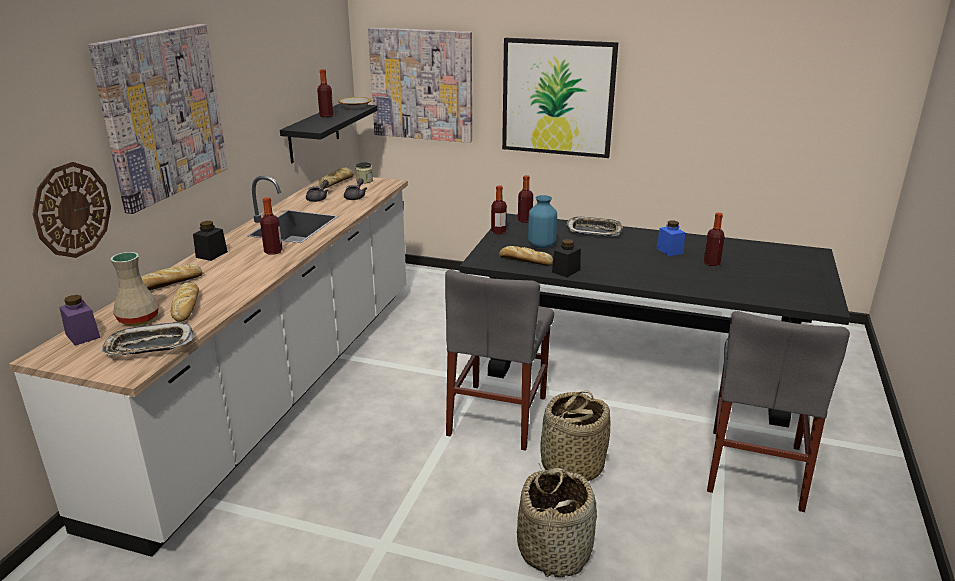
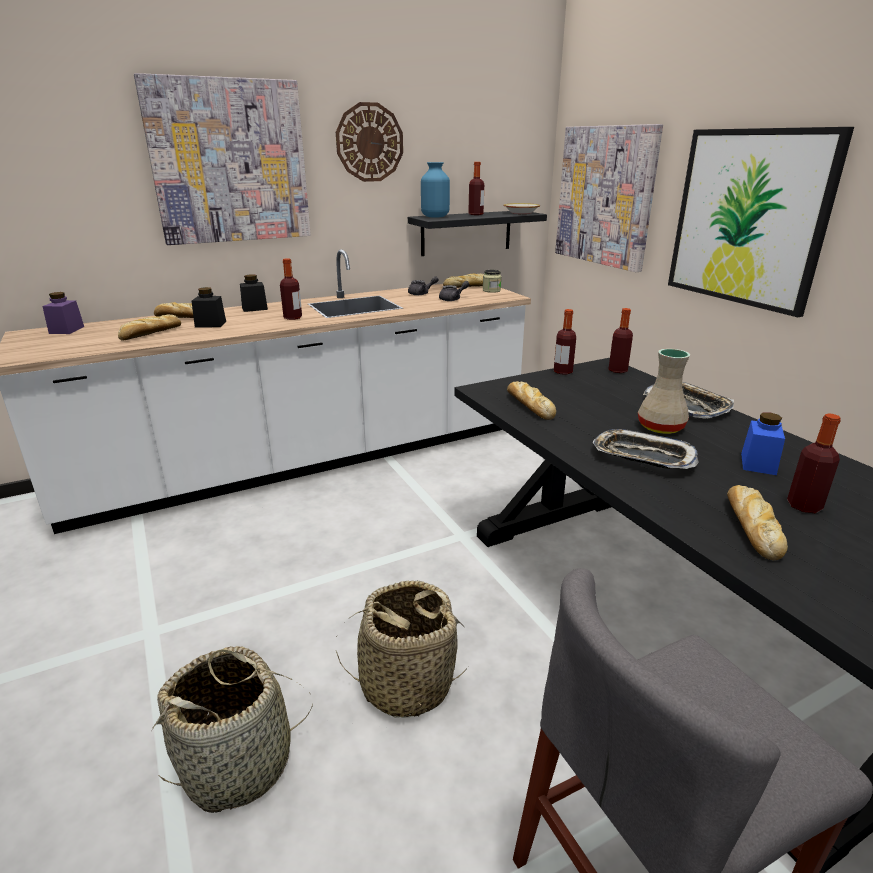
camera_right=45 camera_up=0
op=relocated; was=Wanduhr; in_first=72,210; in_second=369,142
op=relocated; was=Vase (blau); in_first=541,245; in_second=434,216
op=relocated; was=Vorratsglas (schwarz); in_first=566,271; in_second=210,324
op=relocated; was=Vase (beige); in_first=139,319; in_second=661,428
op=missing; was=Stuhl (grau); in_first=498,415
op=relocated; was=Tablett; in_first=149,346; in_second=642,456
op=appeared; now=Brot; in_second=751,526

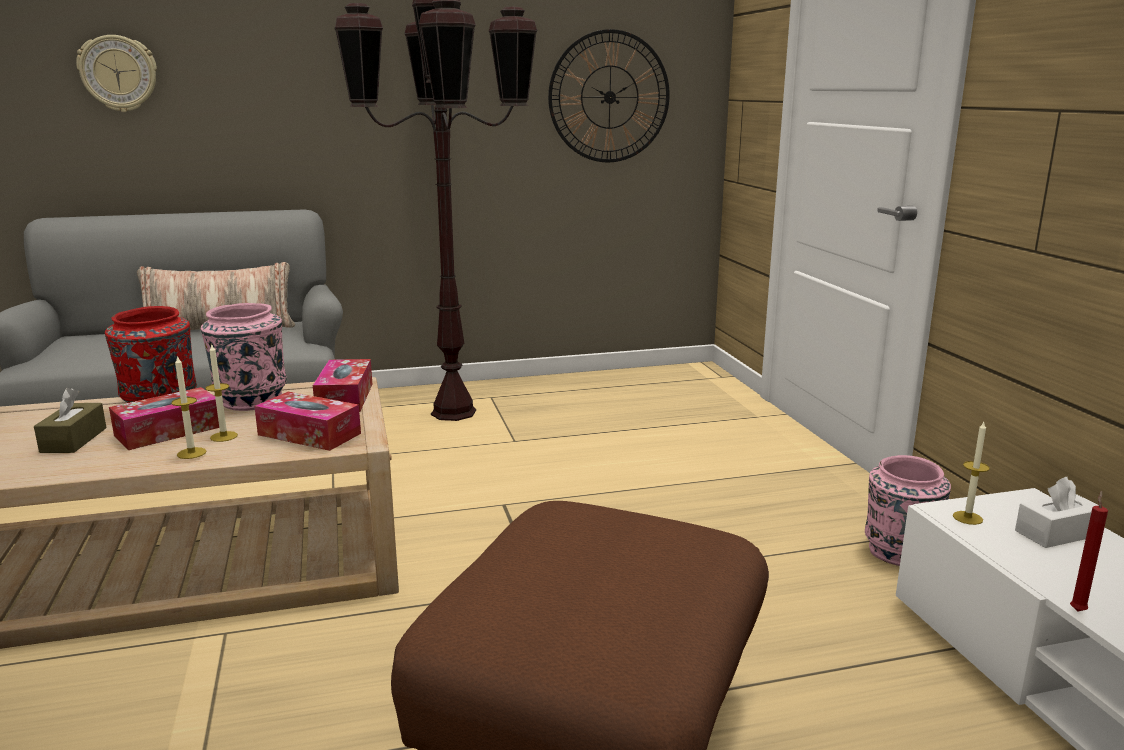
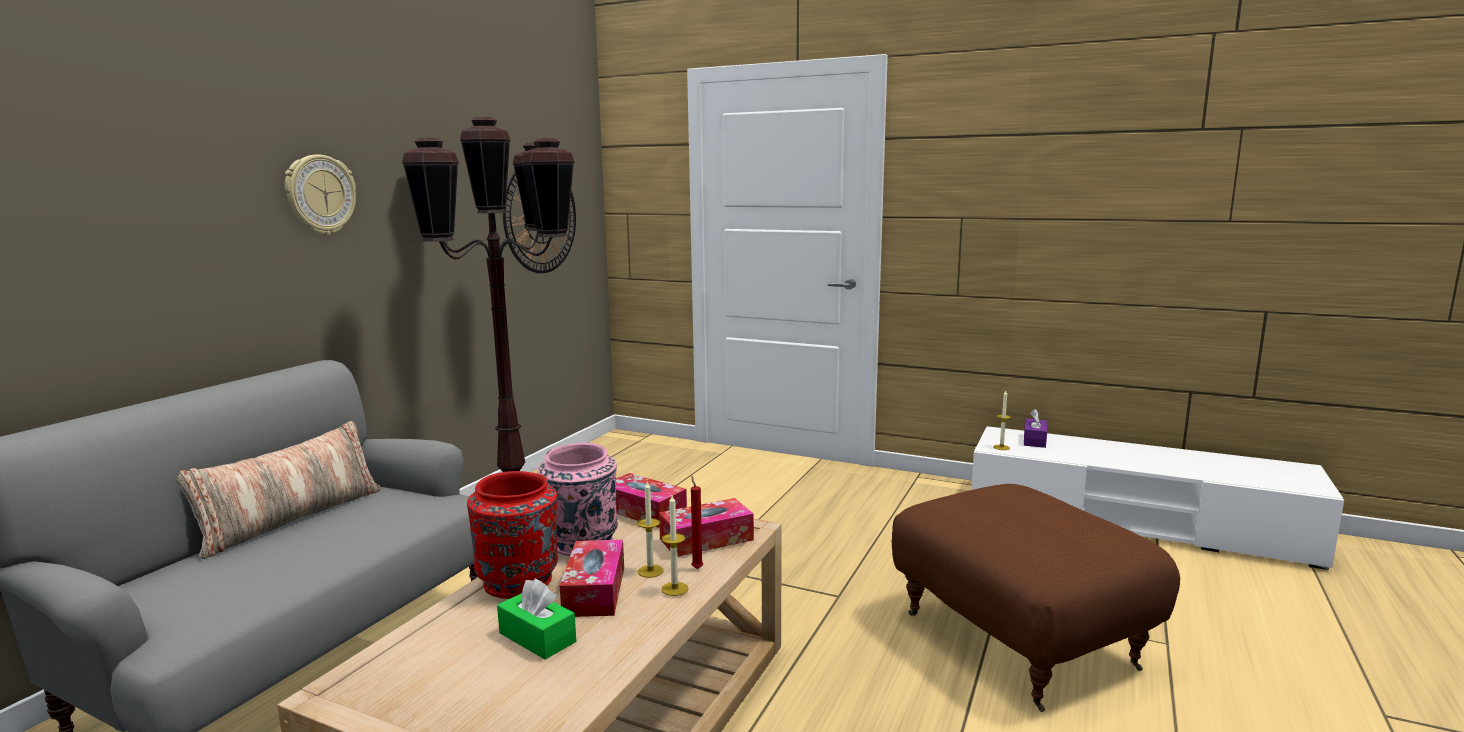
camera_right=-50 camera_up=-5
op=relocated; was=Wanduhr; in_first=118,73; in_second=320,195
op=colour; was=Taschentuchbox (braun); now=Taschentuchbox (grün); in_first=74,440; in_second=537,637
op=missing; was=Vase (rosa); in_first=899,553
op=colour; was=Taschentuchbox (weiß); now=Taschentuchbox (lila); in_first=1056,533; in_second=1034,440
op=relocated; was=Kerze (rot); in_first=1077,610; in_second=696,568

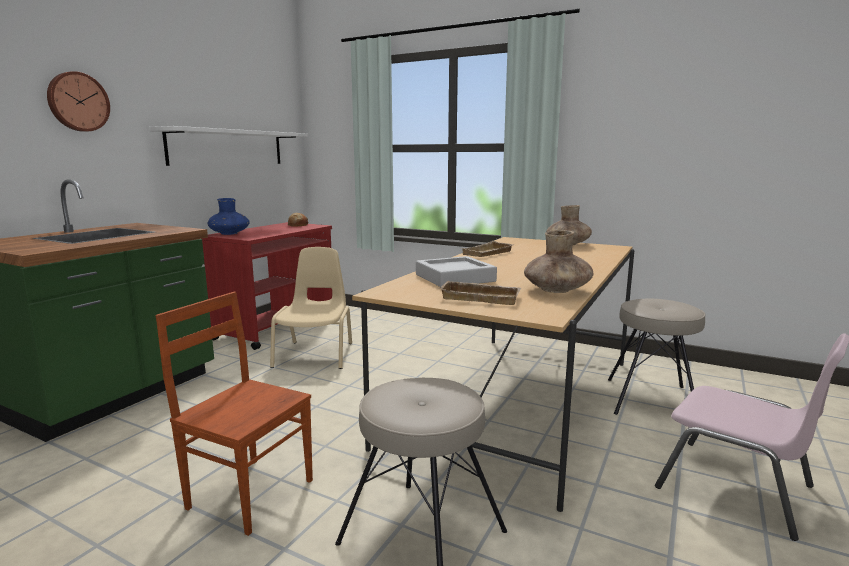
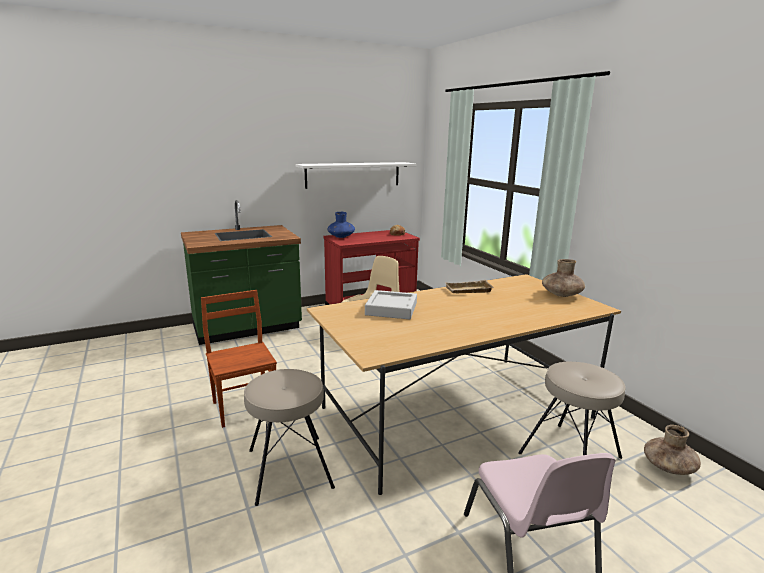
camera_right=35 camera_up=5
op=missing; was=Wanduhr; in_first=77,102
op=relocated; was=Vase (braun); in_first=557,290; in_second=668,467
op=missing; was=Tablett (beige); in_first=481,297

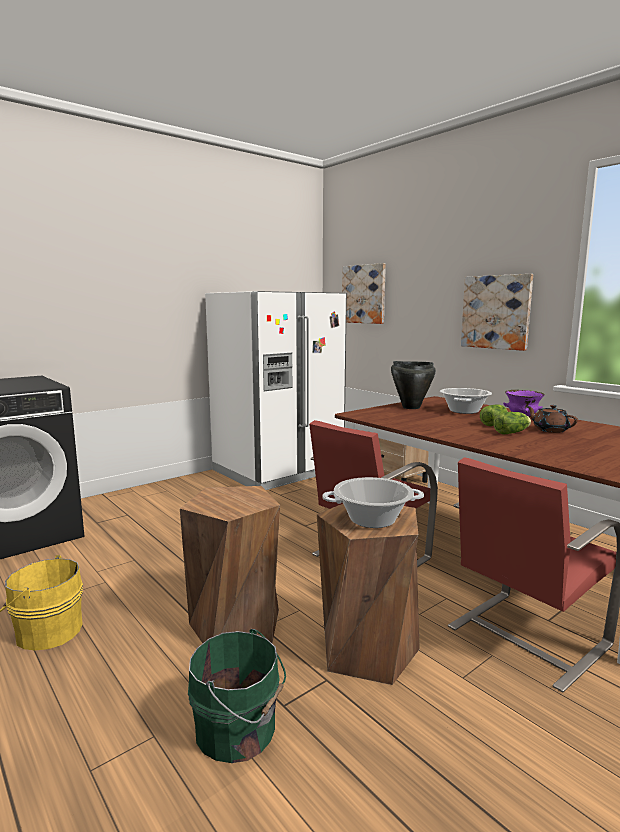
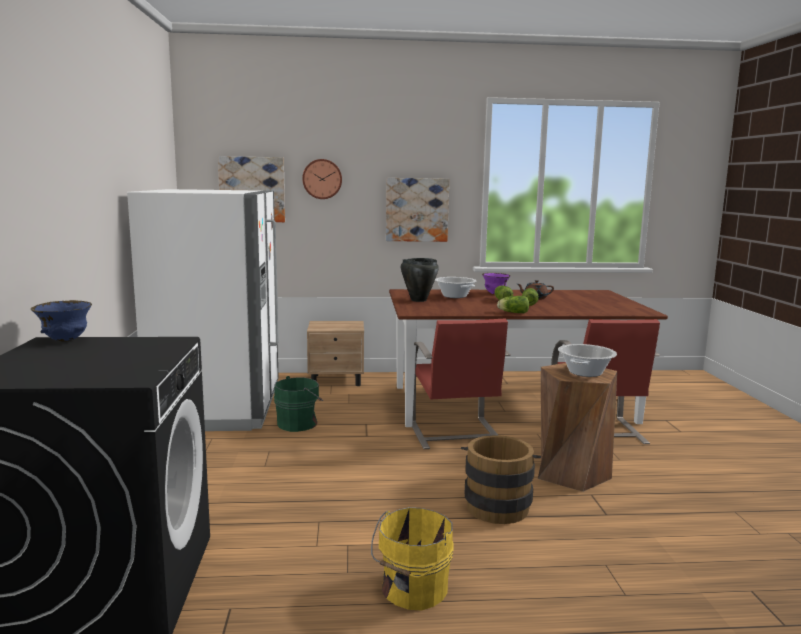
camera_right=-55 camera_up=0
op=exchanged; was=Hocker (braun); now=Eimer (braun); in_first=236,625; in_second=497,504
op=relocated; was=Eimer (grün); in_first=239,731; in_second=299,423
op=appeared; now=Wanduhr; in_second=322,179
op=appeared; now=Salatkopf; in_second=512,312
op=appeared; now=Schüssel (blau); in_second=65,340

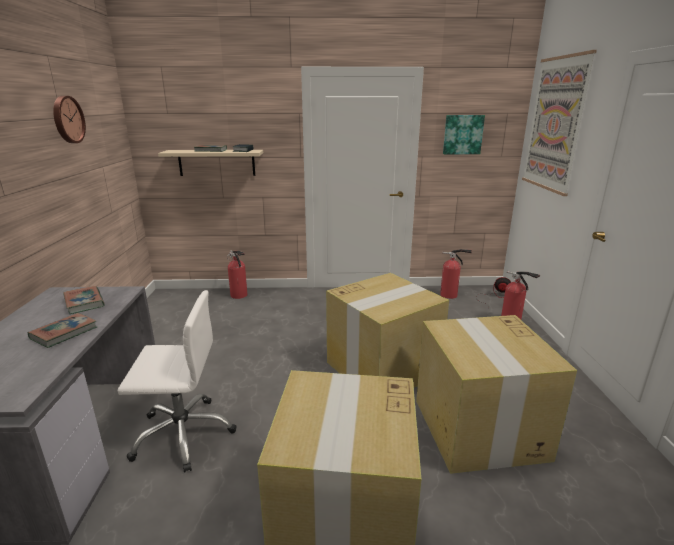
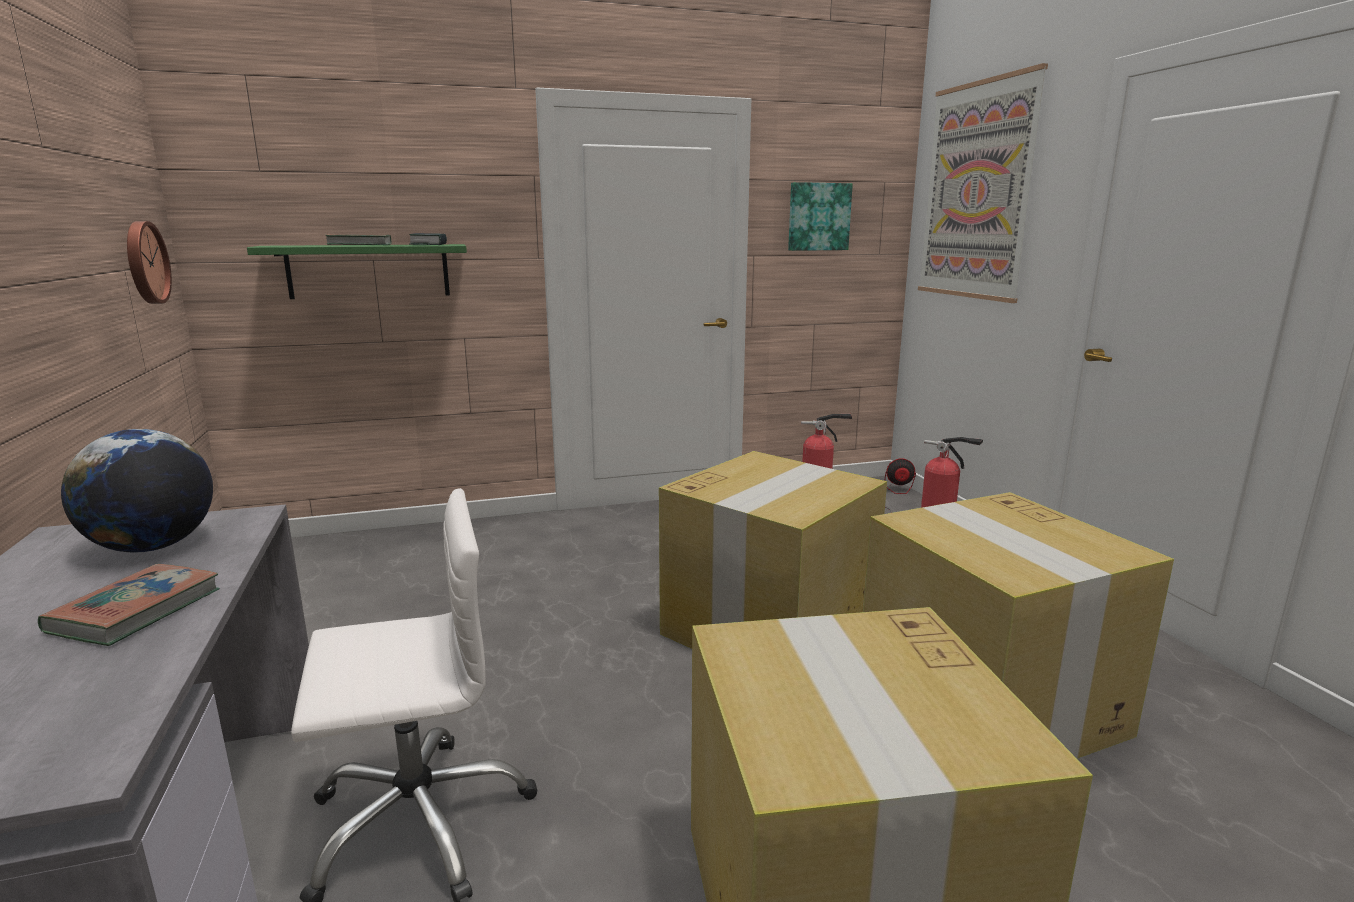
camera_right=-15 camera_up=-5
op=relocated; was=Wanduhr; in_first=67,119; in_second=144,263
op=colour; was=Wandregal (beige); now=Wandregal (grün); in_first=216,162; in_second=369,271
op=missing; was=Feuerlöscher; in_first=239,296
op=exchanged; was=Buch; now=Globus; in_first=84,302; in_second=153,547

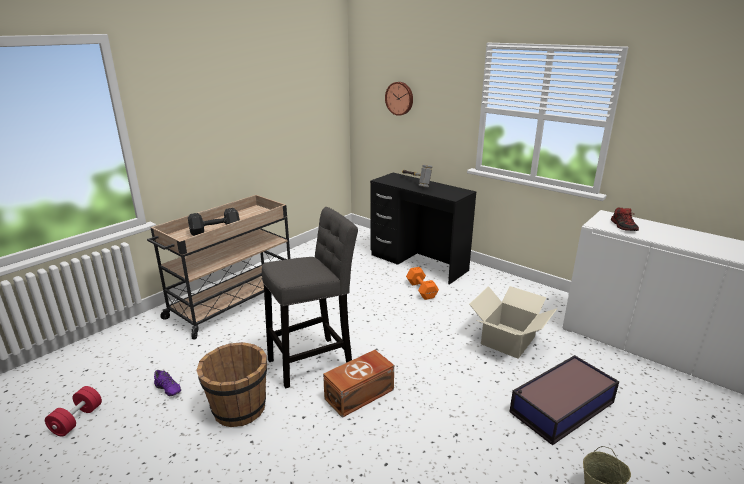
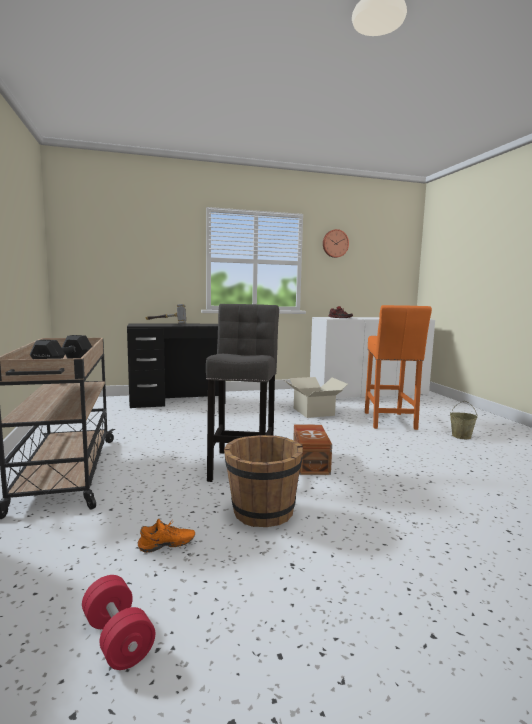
camera_right=-55 camera_up=-15
op=relocated; was=Wanduhr; in_first=400,98; in_second=335,243
op=missing; was=Hantel (orange); in_first=421,290
op=exchanged; was=Aufbewahrungsbox; now=Hocker (orange); in_first=560,407; in_second=389,422
op=colour; was=Schuh (lila); now=Schuh (orange); in_first=167,390; in_second=166,547

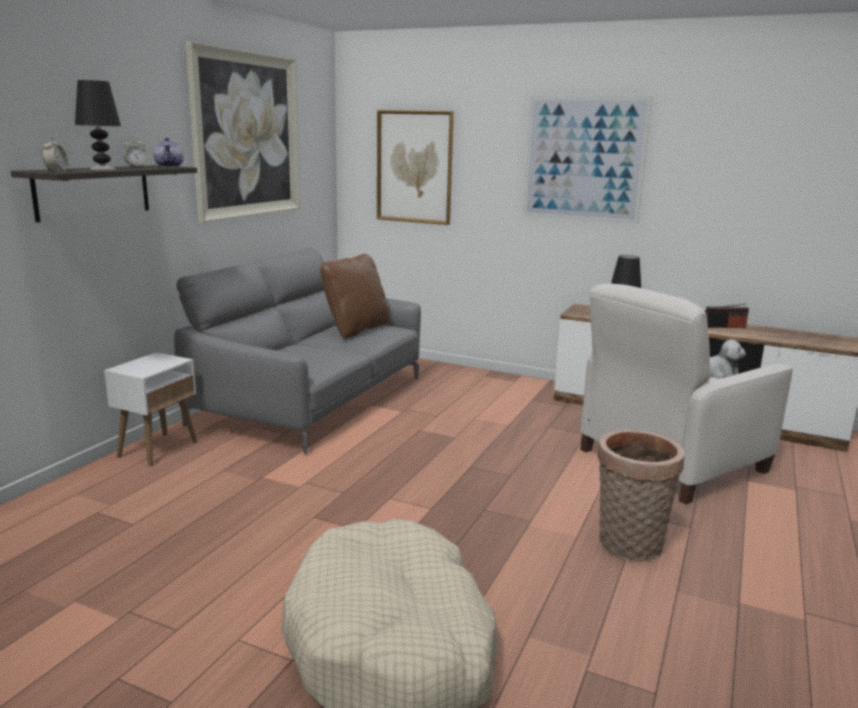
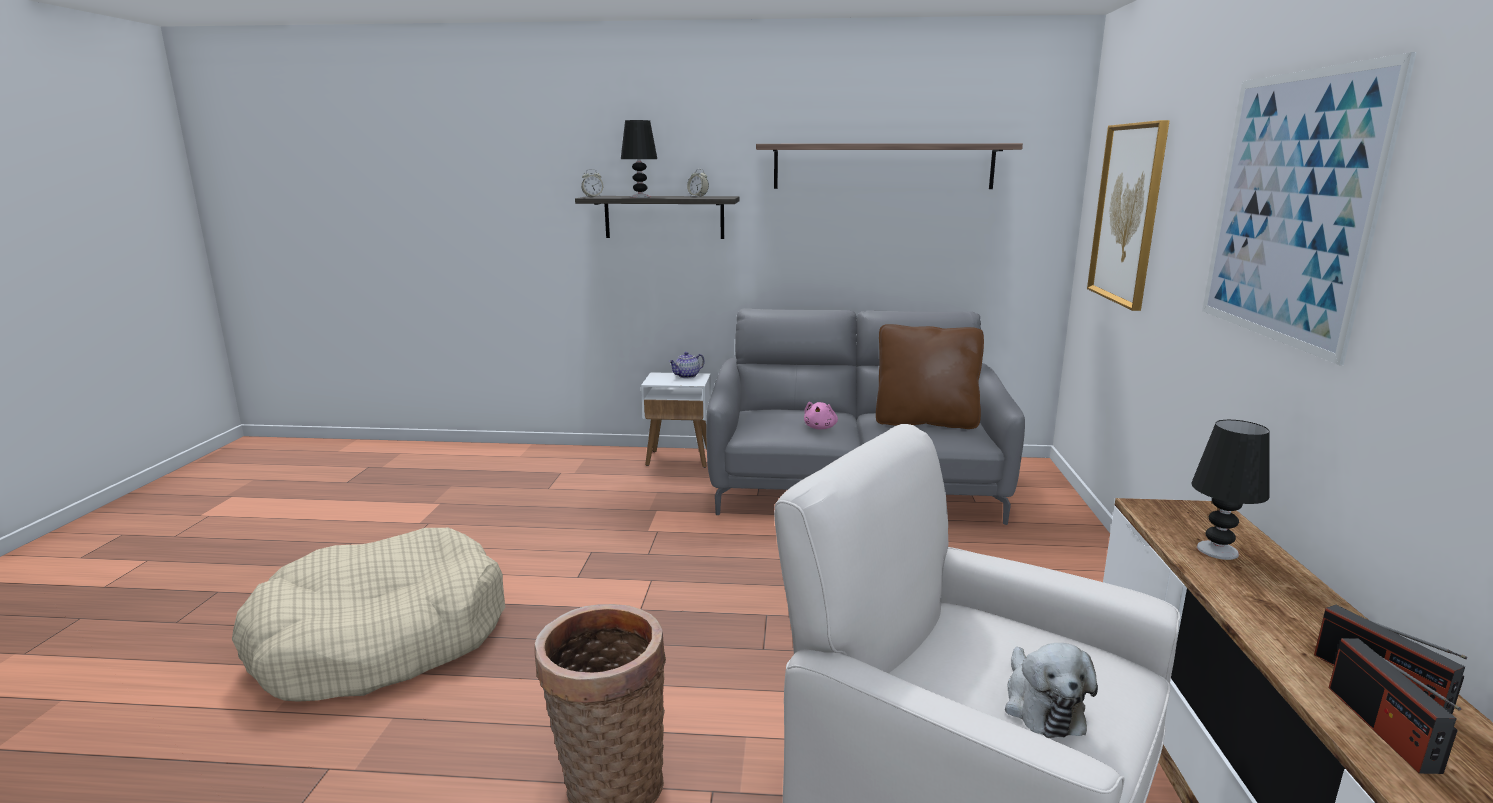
camera_right=70 camera_up=0
op=exchanged; was=Bild; now=Wandregal; in_first=247,135; in_second=883,166
op=relocated; was=Teekanne; in_first=170,166; in_second=687,376
op=appeared; now=Plüschtier (rosa); in_second=820,427
op=appeared; now=Radio; in_second=1381,728

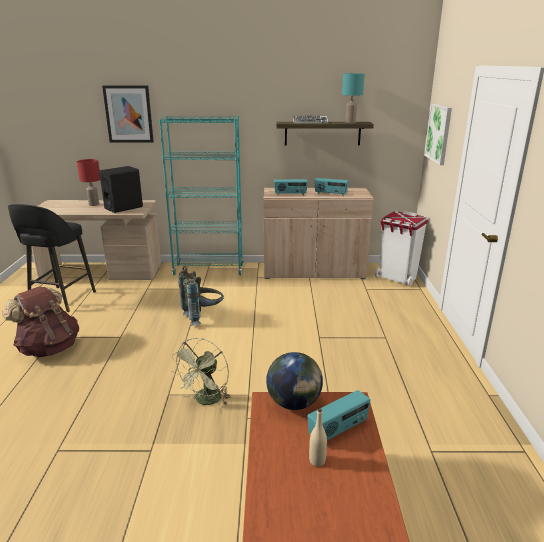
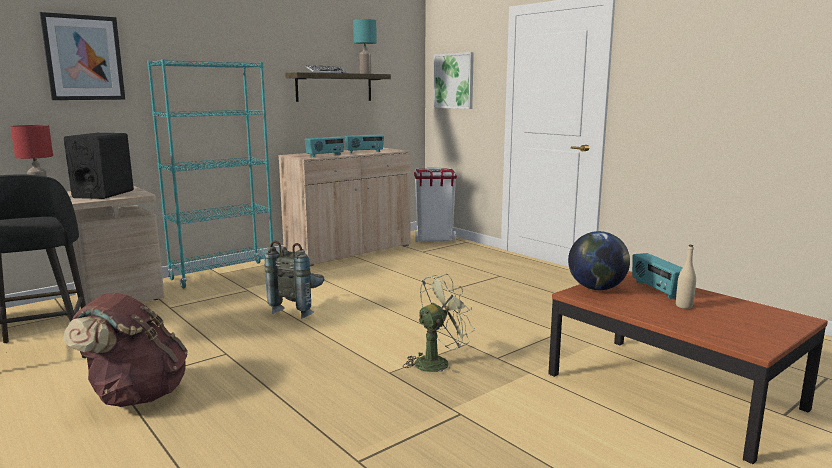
camera_right=-40 camera_up=-10
op=spun; was=Ventilator (grün); in_first=206,401; in_second=437,362; clockwise=-105
op=spun; was=Radio; in_first=338,430; in_second=656,290; clockwise=150

